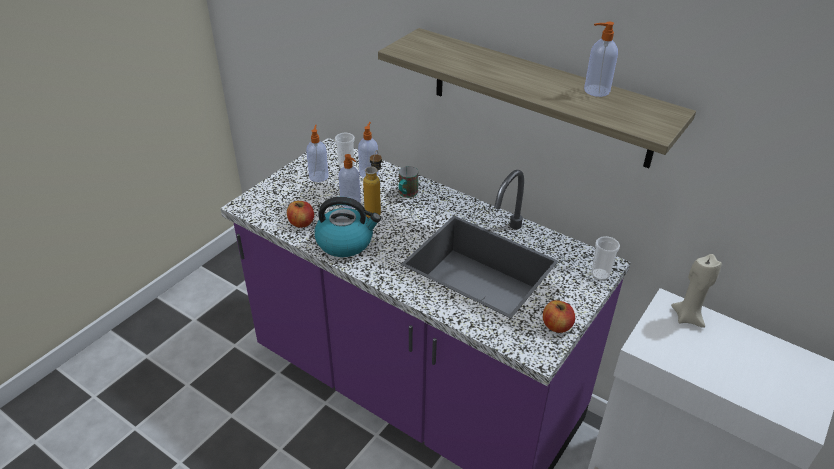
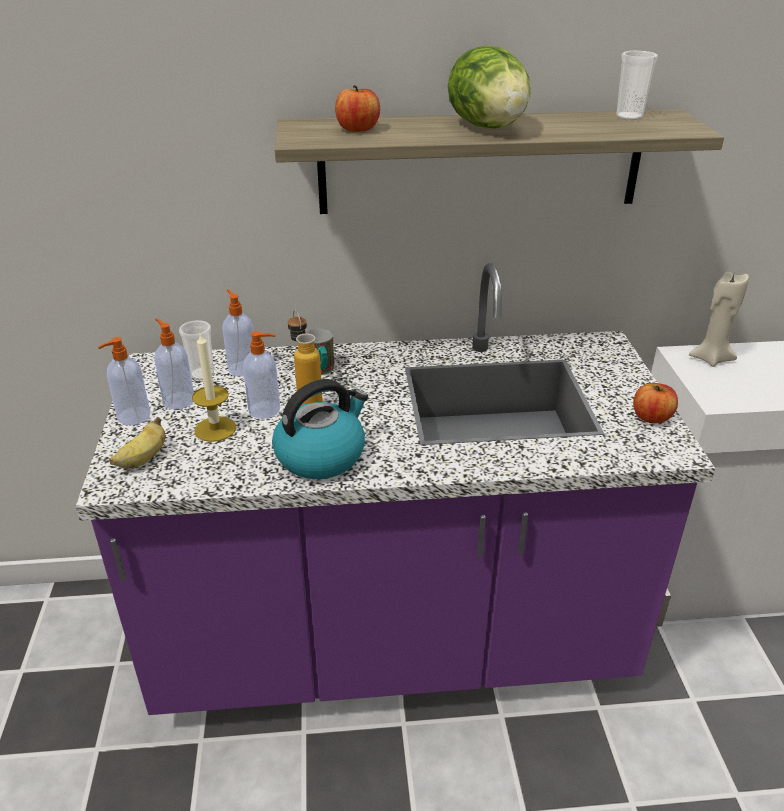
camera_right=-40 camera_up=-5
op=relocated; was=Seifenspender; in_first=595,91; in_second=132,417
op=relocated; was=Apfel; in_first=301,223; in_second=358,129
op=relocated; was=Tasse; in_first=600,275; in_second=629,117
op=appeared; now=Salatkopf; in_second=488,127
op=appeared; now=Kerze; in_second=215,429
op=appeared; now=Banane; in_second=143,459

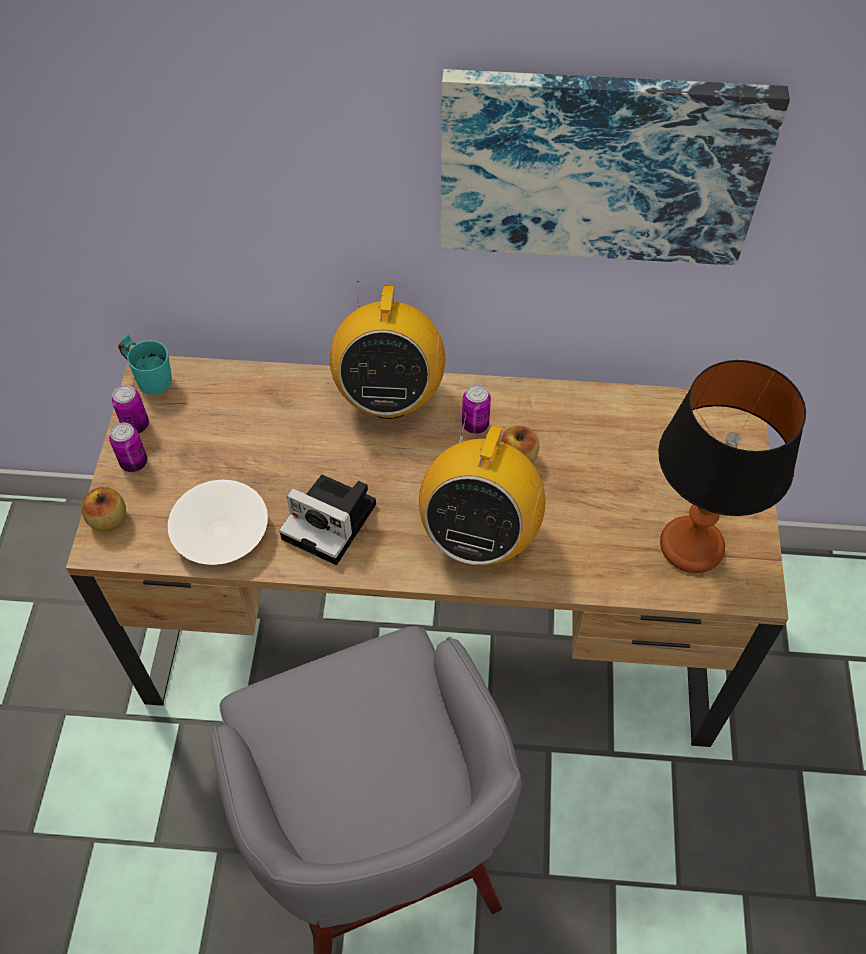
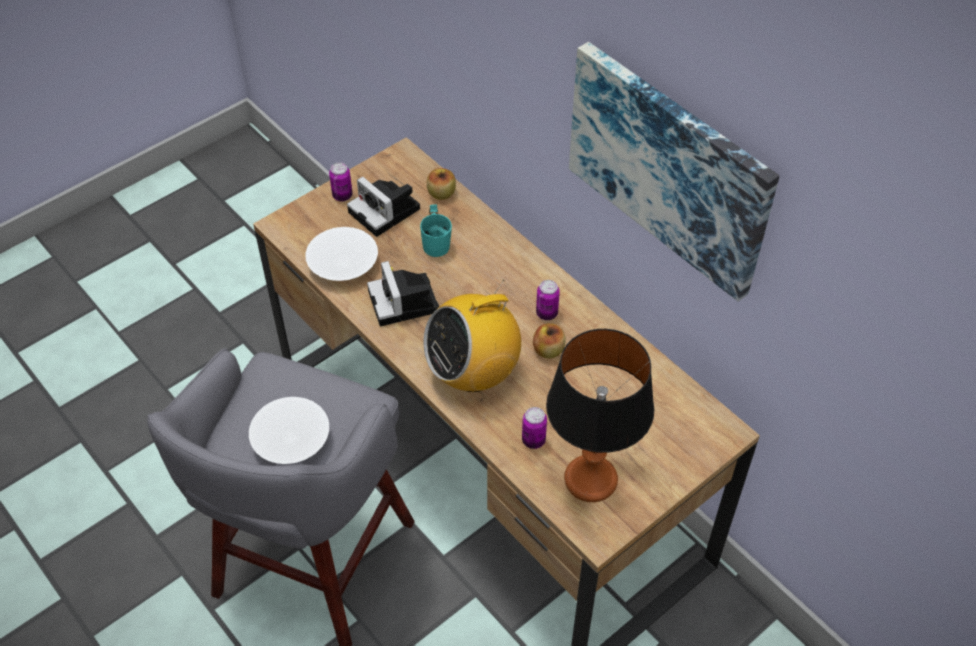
camera_right=45 camera_up=-5
op=missing; was=Radio; in_first=389,397
op=relocated; was=Henkelbecher (türkis); in_first=153,377; in_second=439,243
op=relocated; was=Dose; in_first=136,425; in_second=533,440
op=relocated; was=Apfel; in_first=108,520; in_second=441,193
op=appeared; now=Kamera; in_second=386,211
op=appeared; now=Schüssel (weiß); in_second=292,439

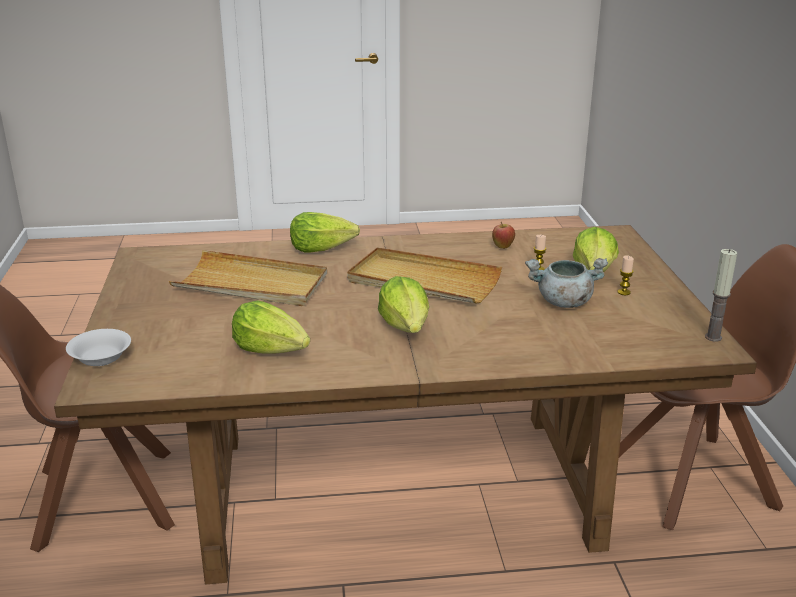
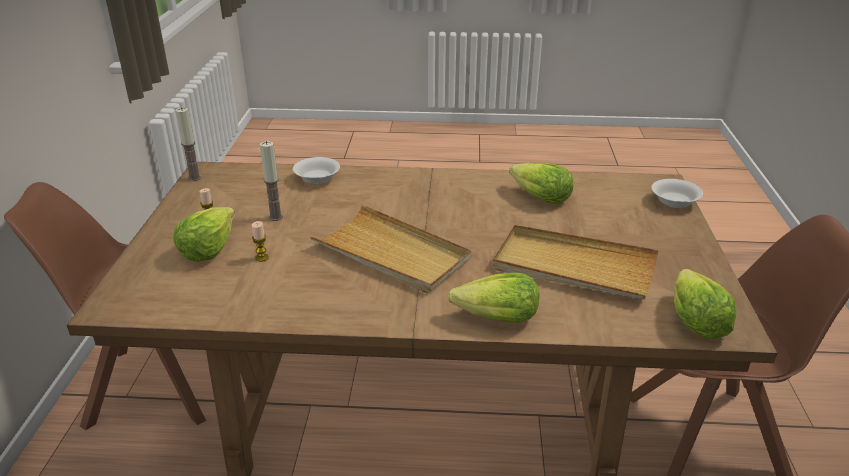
camera_right=-170 camera_up=5
op=missing; was=Apfel; in_first=502,247
op=exchanged; was=Kochtopf (grau); now=Kerze; in_first=563,302; in_second=275,217
op=relocated; was=Salatkopf; in_first=406,326; in_second=695,321
op=appeared; now=Schüssel (weiß); in_second=317,178

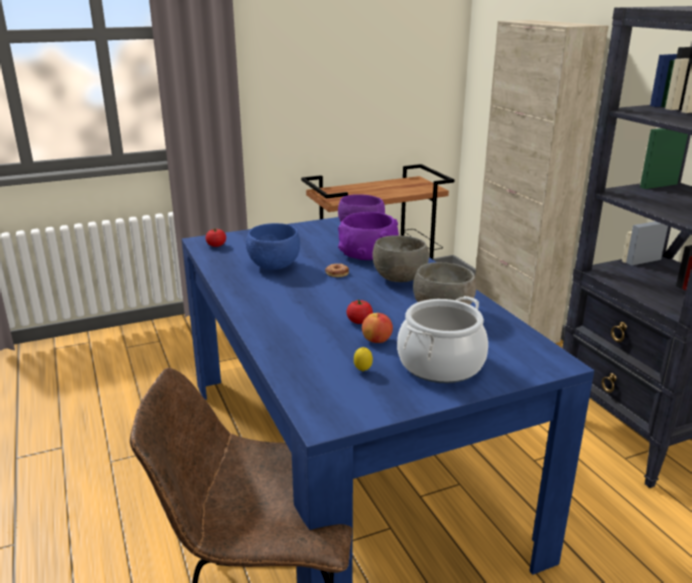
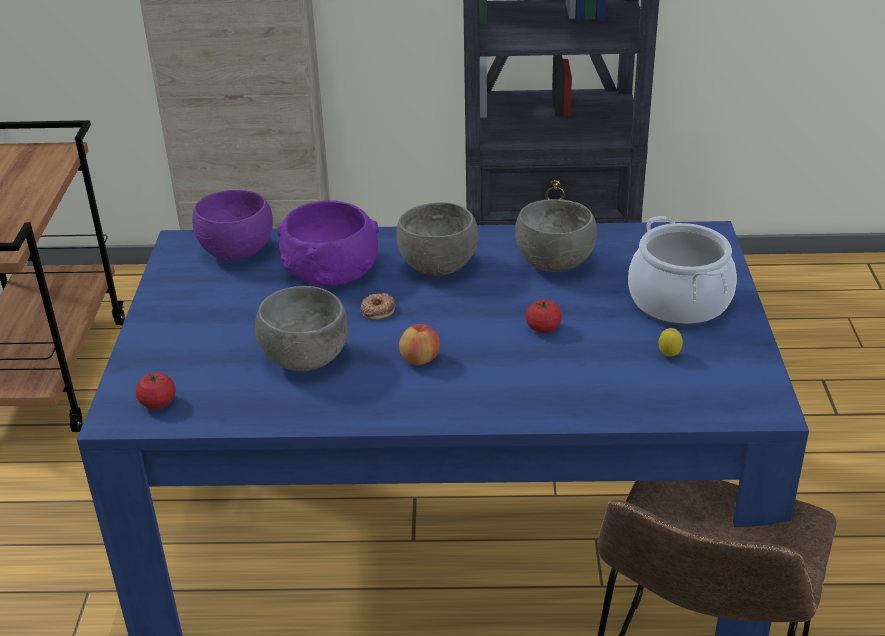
camera_right=-65 camera_up=10
op=colour; was=Schüssel (blau); now=Schüssel (grau); in_first=273,266; in_second=304,360
op=relocated; was=Apfel; in_first=377,340; in_second=420,360

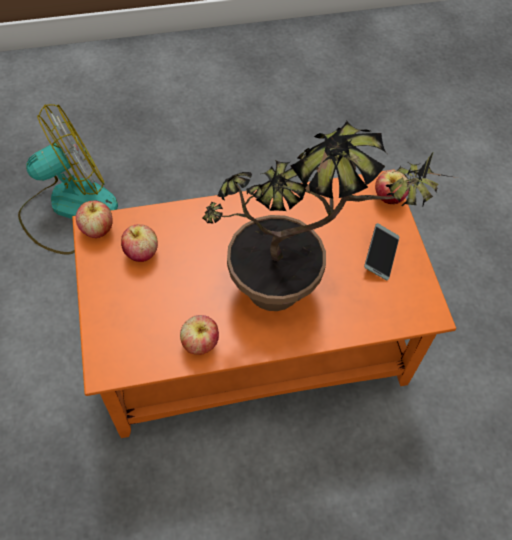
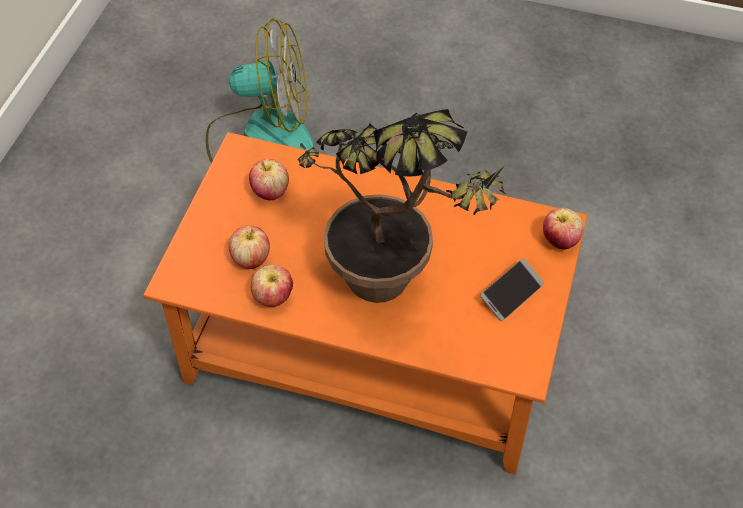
camera_right=30 camera_up=-5
op=relocated; was=Apfel; in_first=97,229; in_second=251,259

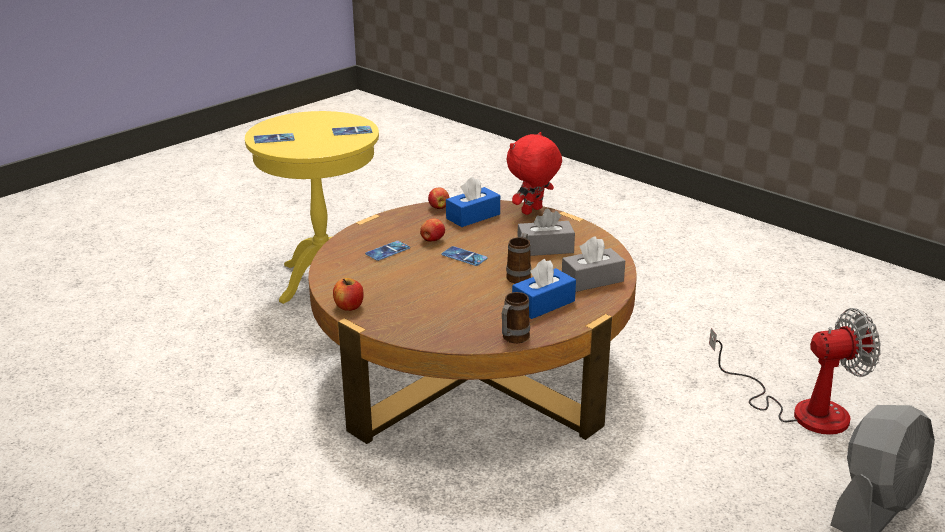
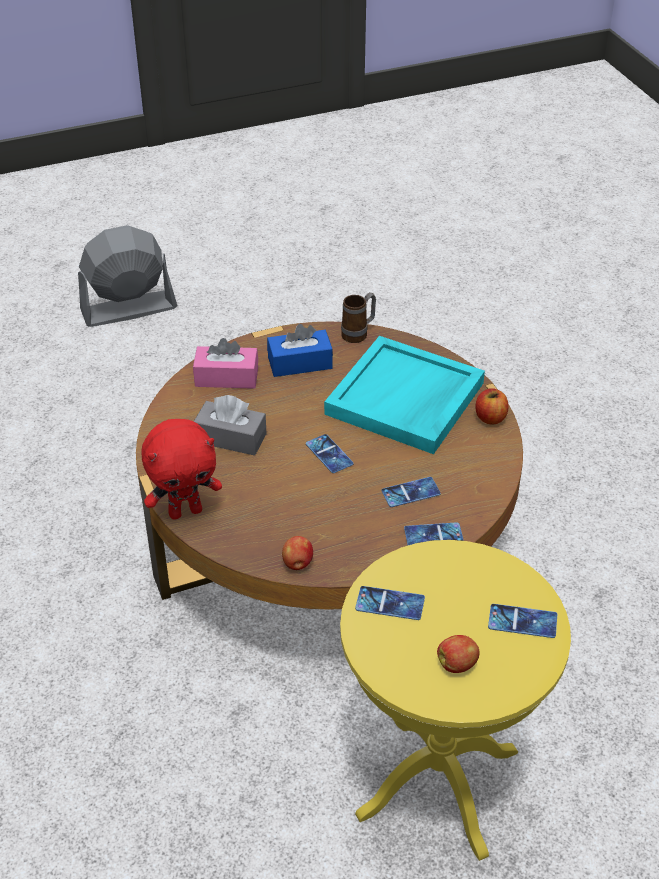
camera_right=-155 camera_up=15
op=missing; was=Taschentuchbox (blau); in_first=473,216
op=relocated; was=Apfel; in_first=432,240; in_second=457,664
op=missing; was=Henkelbecher; in_first=520,276
op=colour; was=Taschentuchbox (grau); now=Taschentuchbox (rosa); in_first=592,280; in_second=226,377
op=missing; was=Ventilator; in_first=801,410
op=appeared; now=Tablett (türkis); in_second=405,399
op=appeared; now=Handy; in_second=433,535

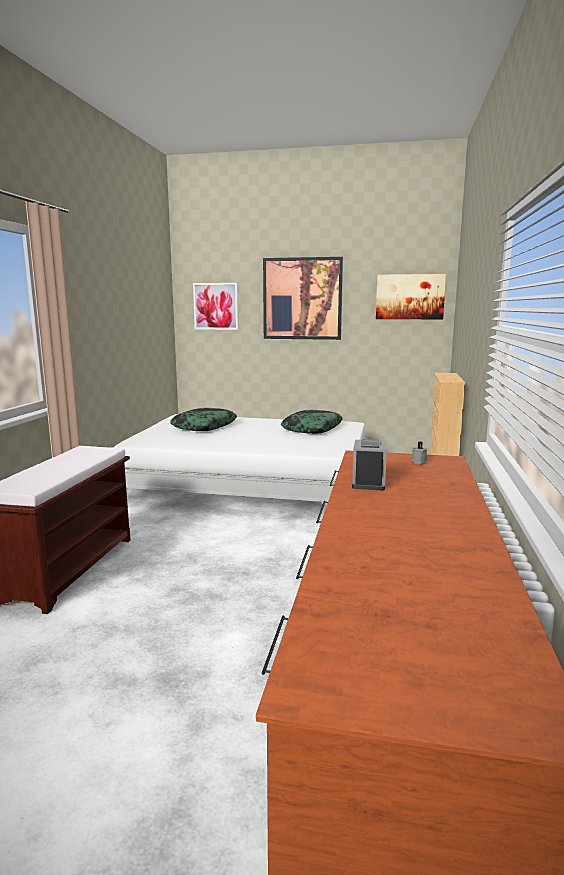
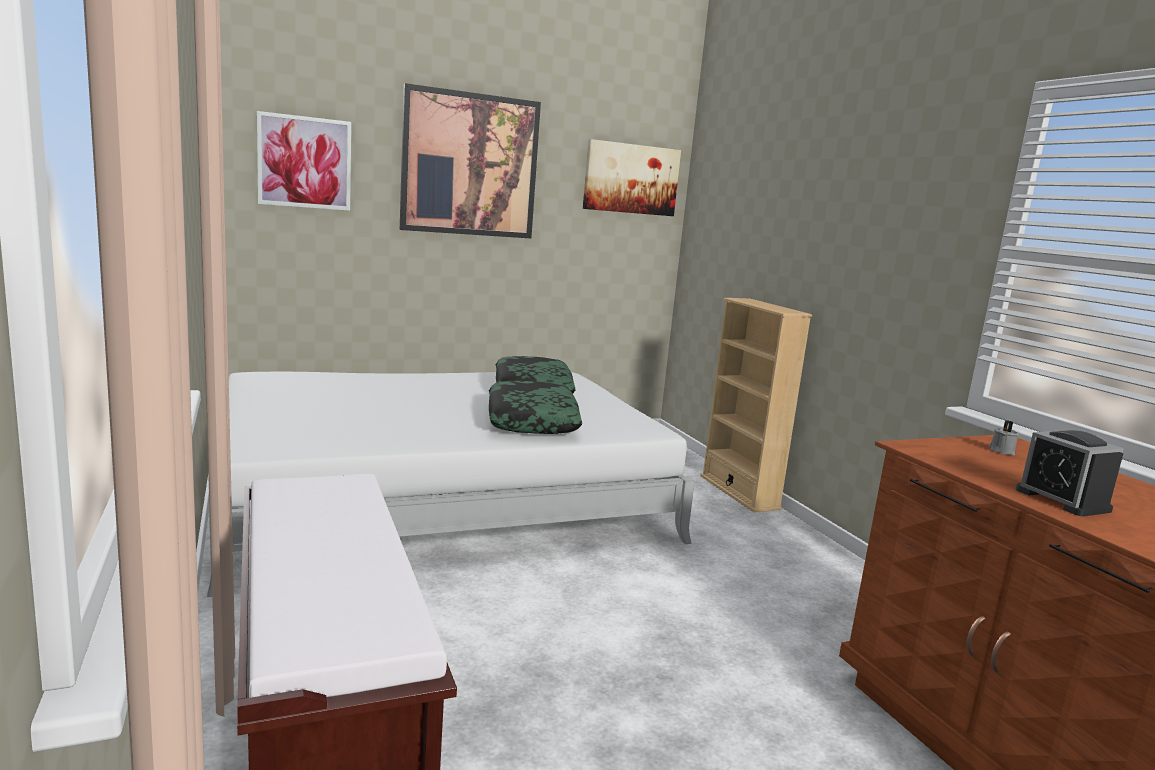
camera_right=-35 camera_up=0
op=relocated; was=Kissen; in_first=204,426; in_second=531,420

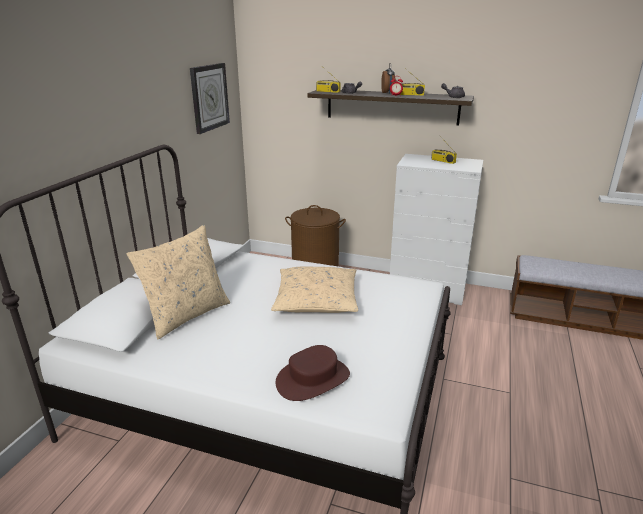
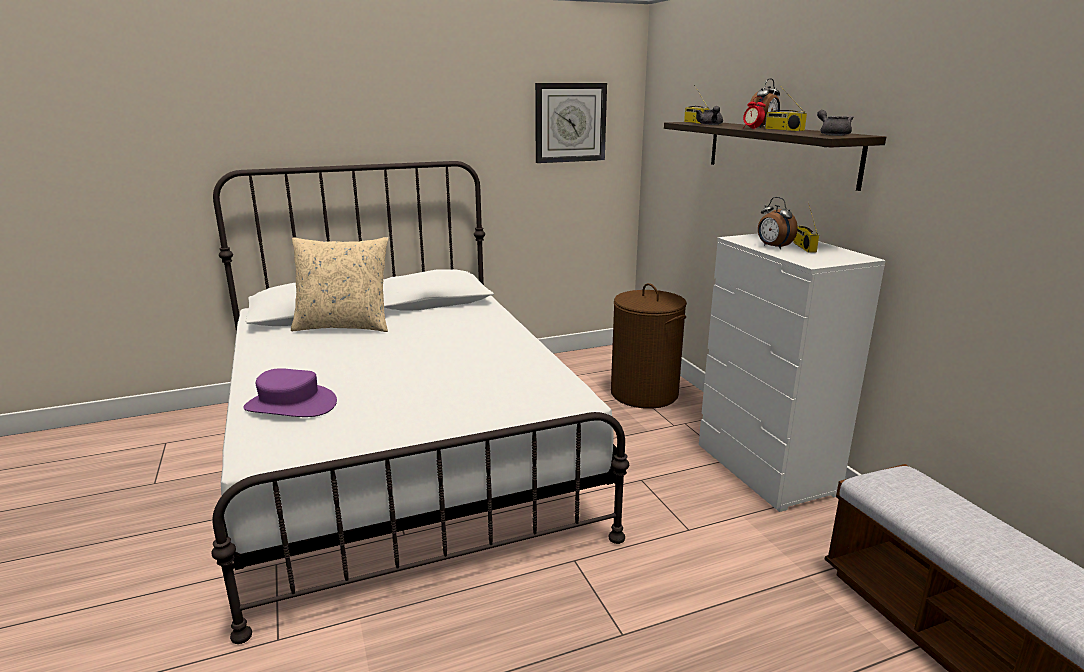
camera_right=50 camera_up=-5
op=missing; was=Kissen (beige); in_first=316,300
op=colour; was=Hut (braun); now=Hut (lila); in_first=313,379; in_second=290,405
op=appeared; now=Wecker; in_second=773,247

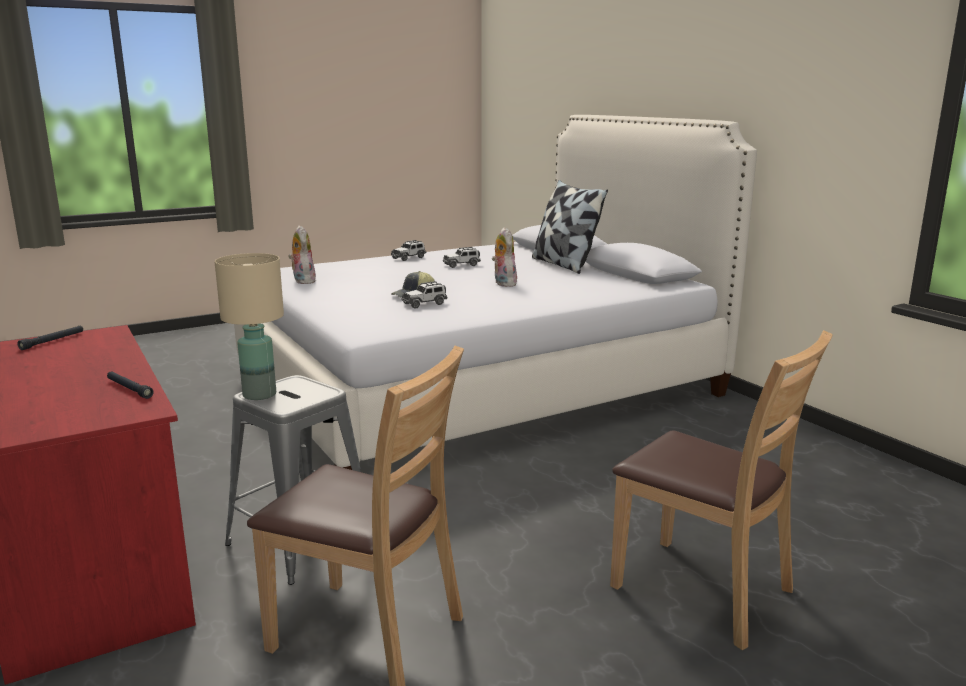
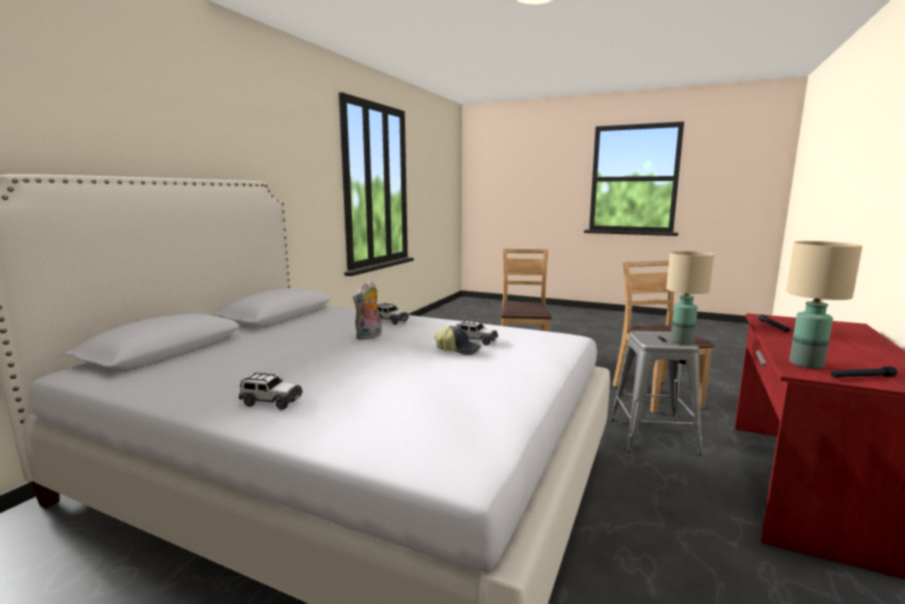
camera_right=-125 camera_up=-5
op=missing; was=Kissen; in_first=564,264
op=missing; was=Plüschtier; in_first=302,281
op=relocated; was=Spielzeugauto; in_first=461,265; in_second=390,321
op=appeared; now=Tischlampe (beige); in_second=805,364

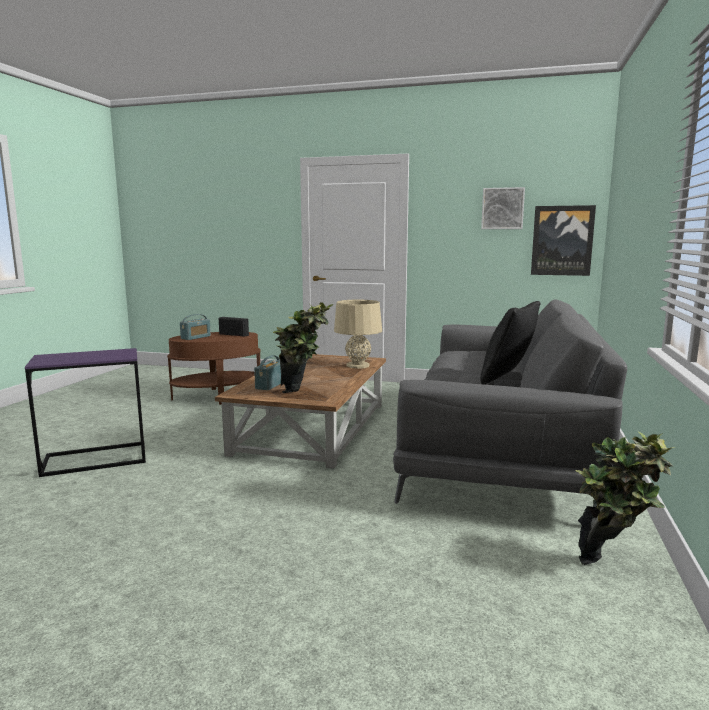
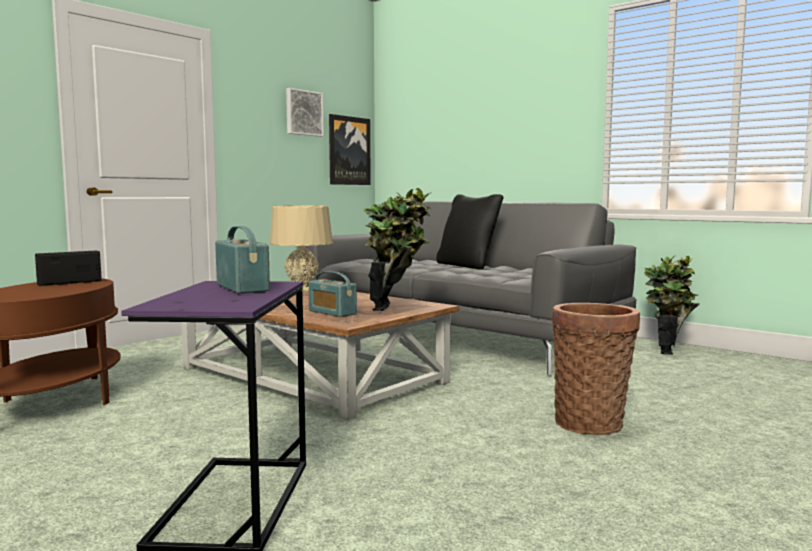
camera_right=-65 camera_up=-5
op=relocated; was=Radio; in_first=196,337; in_second=242,288
op=appeared; now=Korb; in_second=591,422

